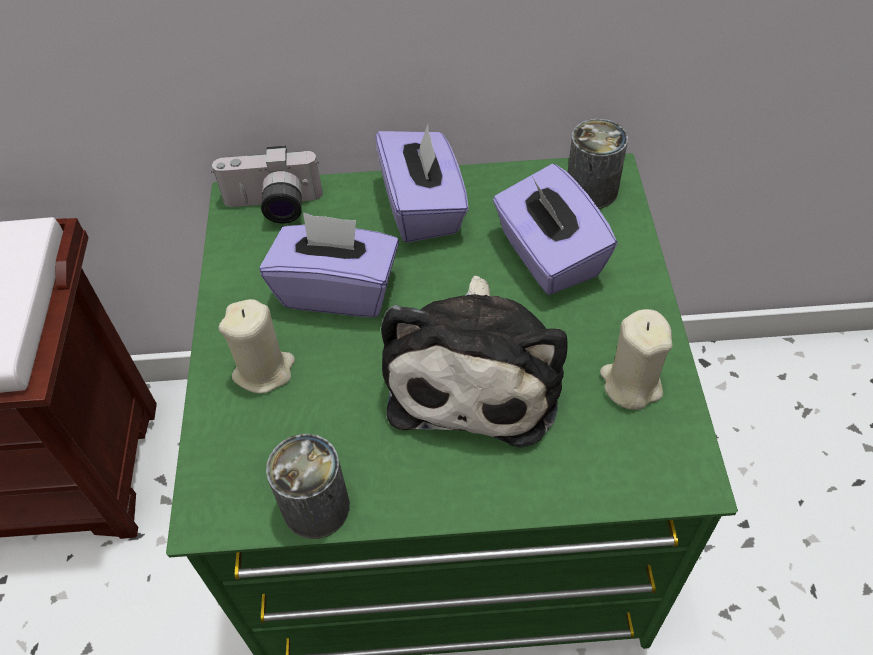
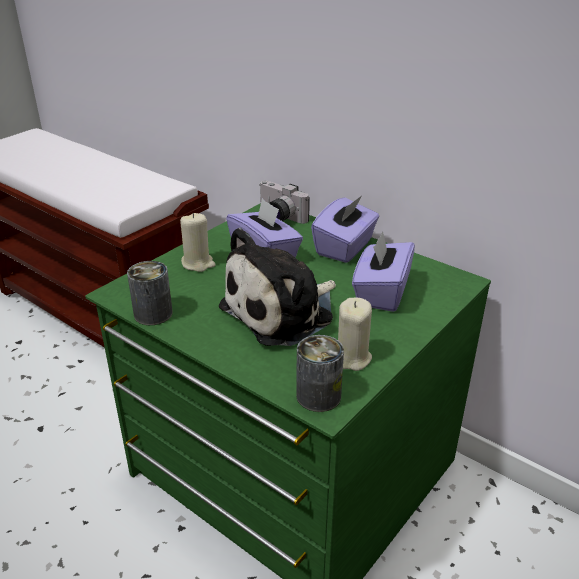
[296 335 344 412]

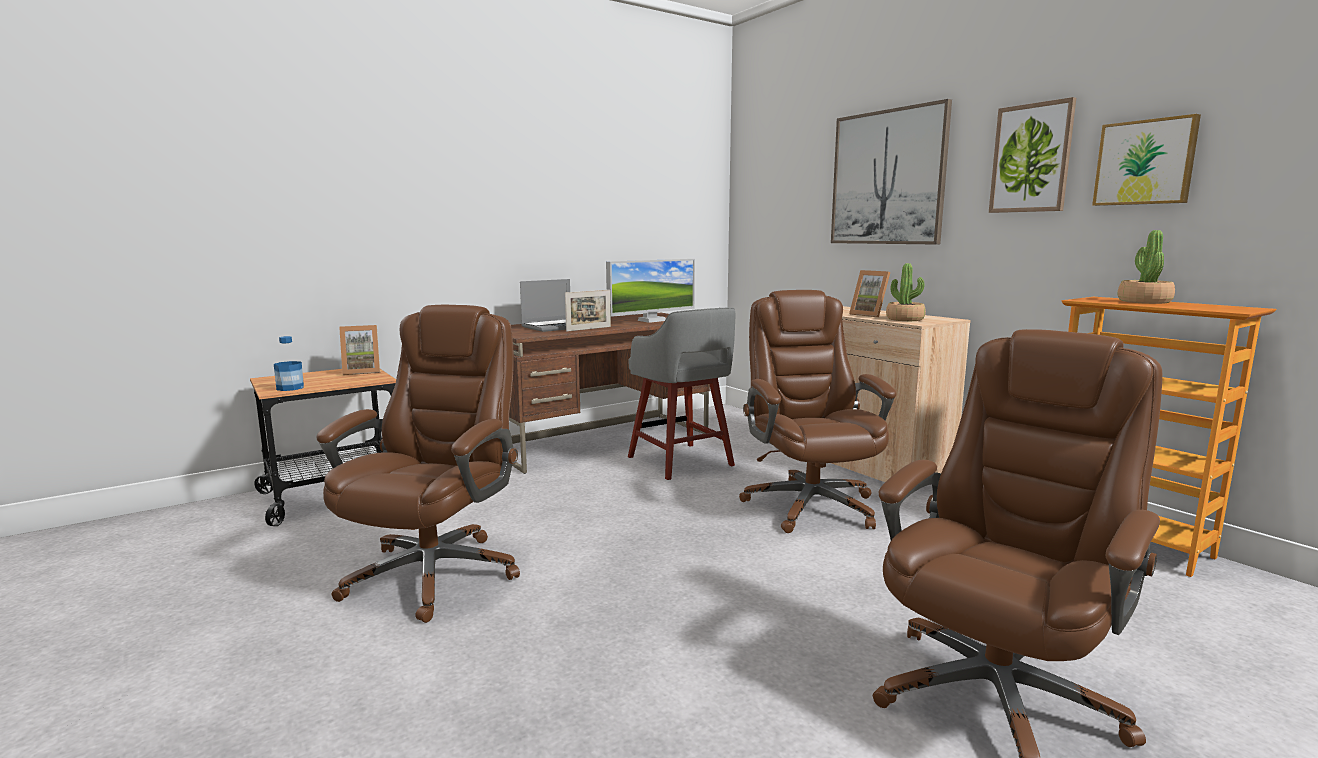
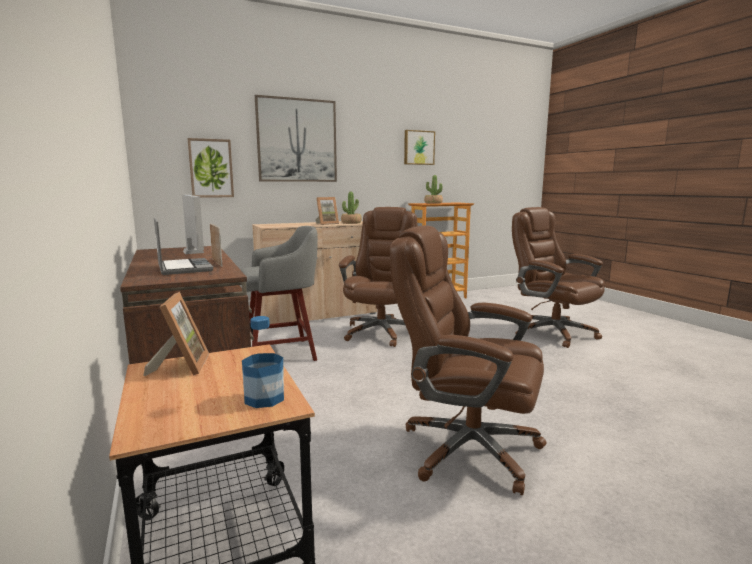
[188 138 234 198]
[339 207 417 347]

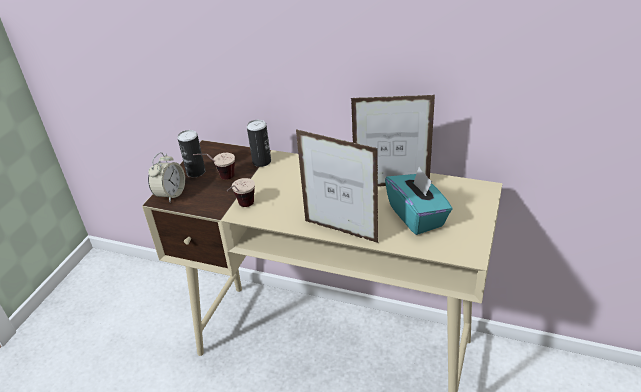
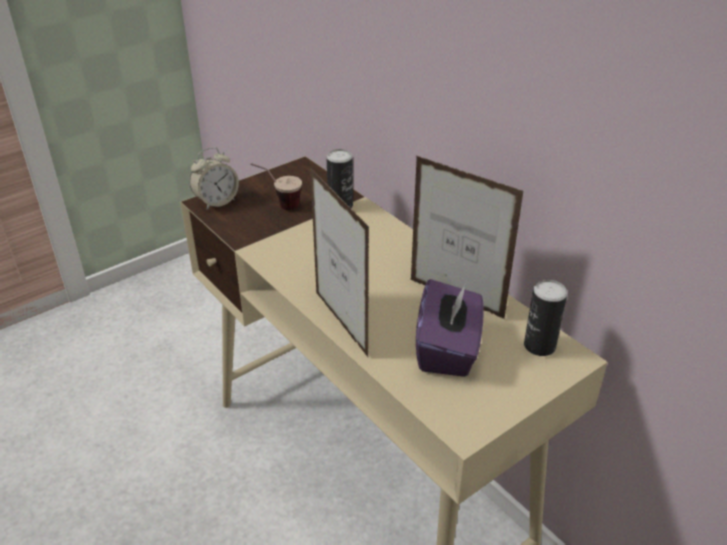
[524 280 567 356]
[416 279 484 377]
[227 178 255 207] (first image)

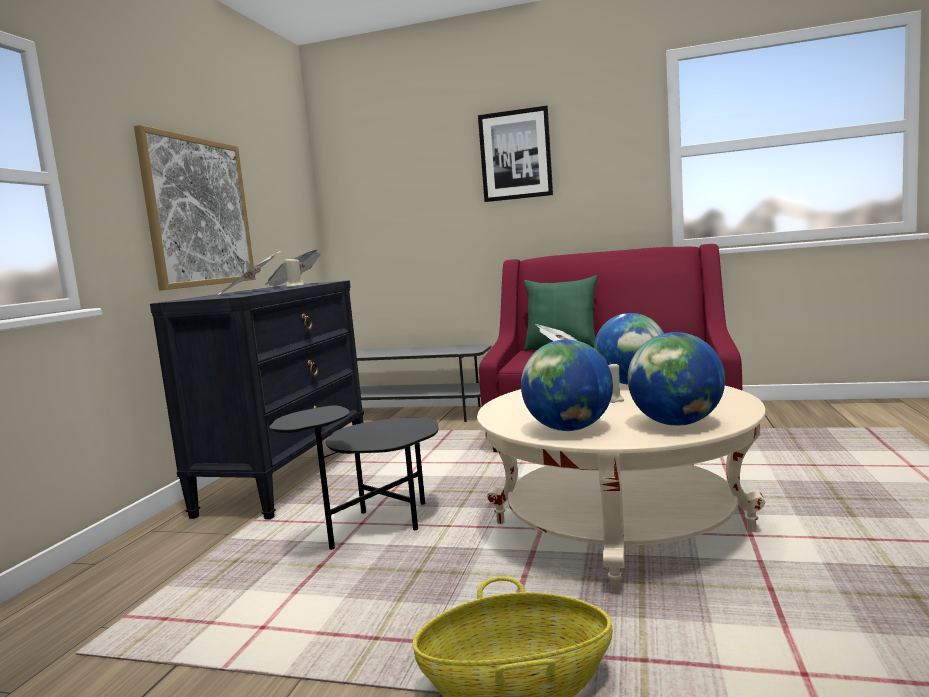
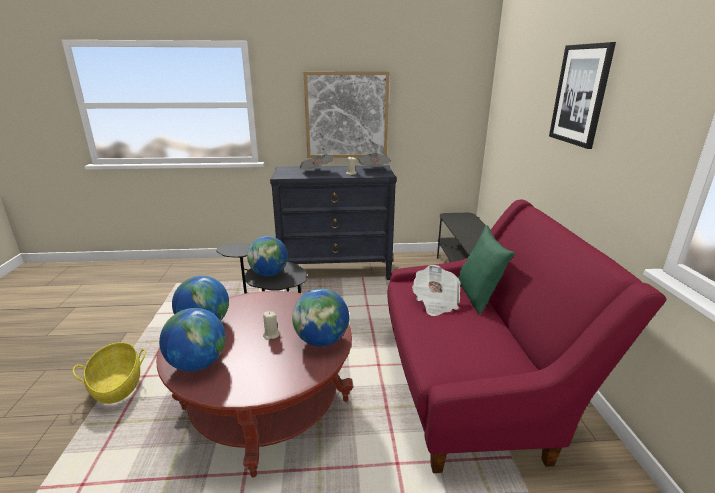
[156 291 353 477]
[247 236 288 276]

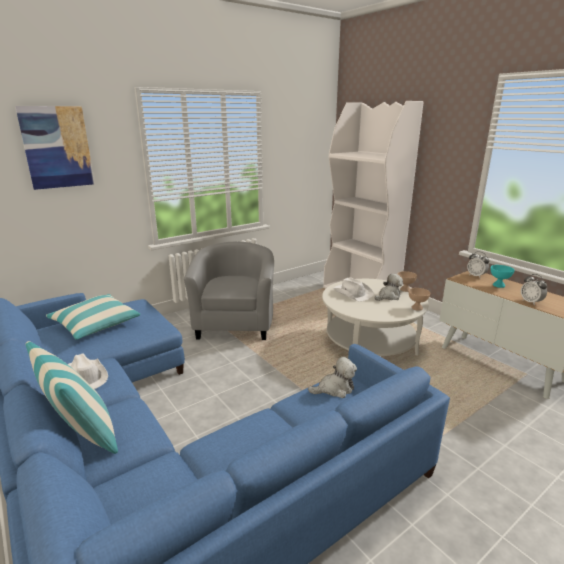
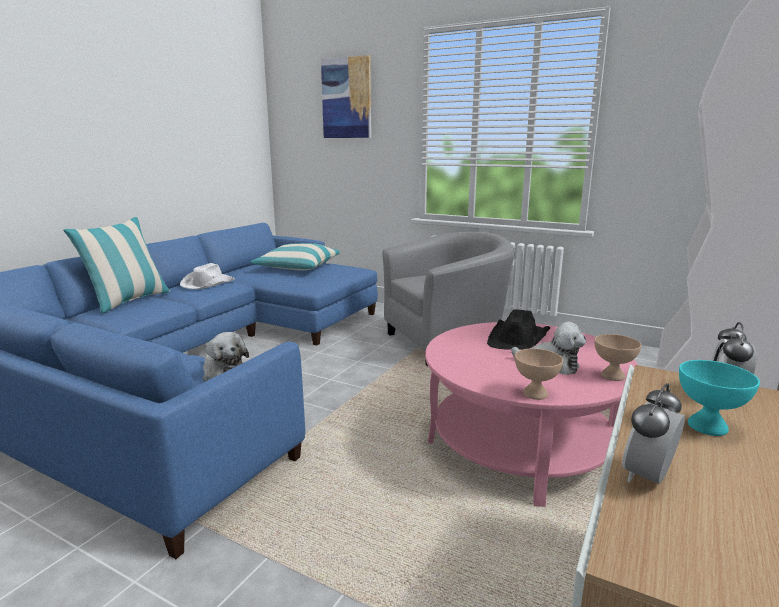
[487 309 550 350]
[425 322 638 507]

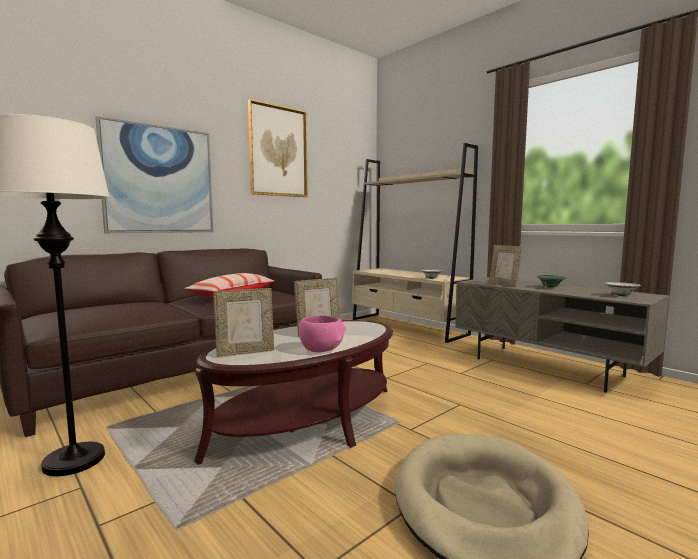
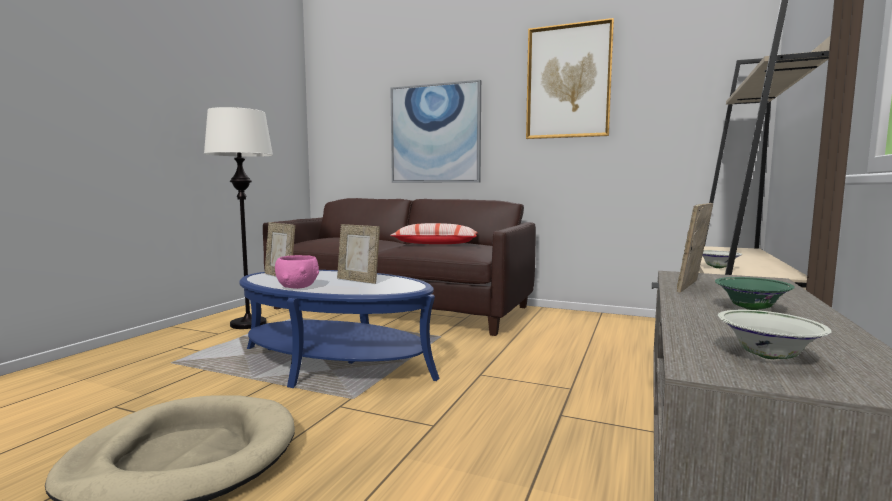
[239 270 439 388]

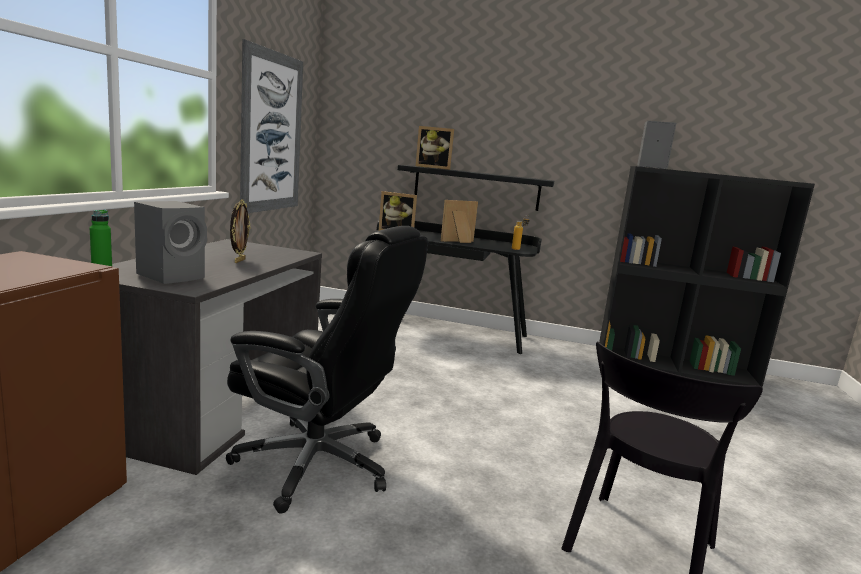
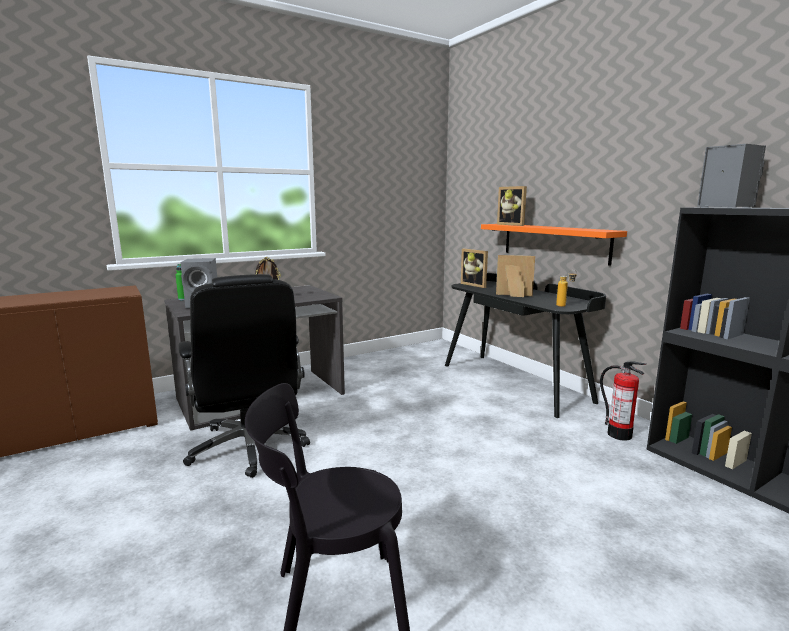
[240 39 303 213] (first image)
[481 224 627 266]
[600 361 646 441]

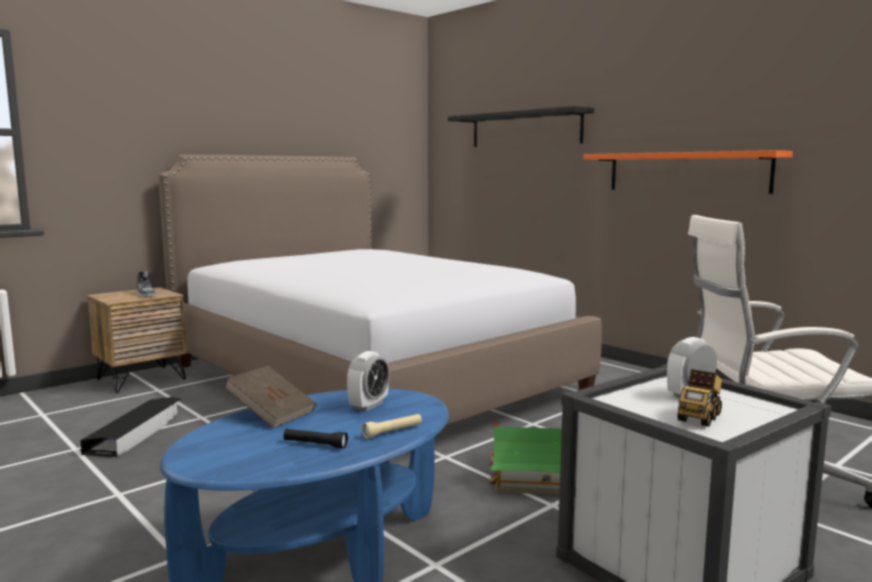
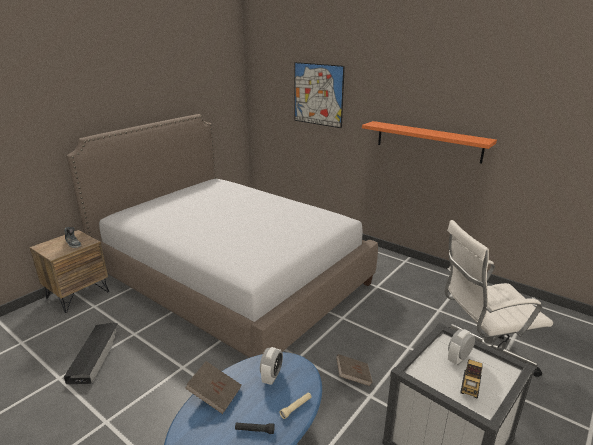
[294 62 345 128]
[336 354 373 386]

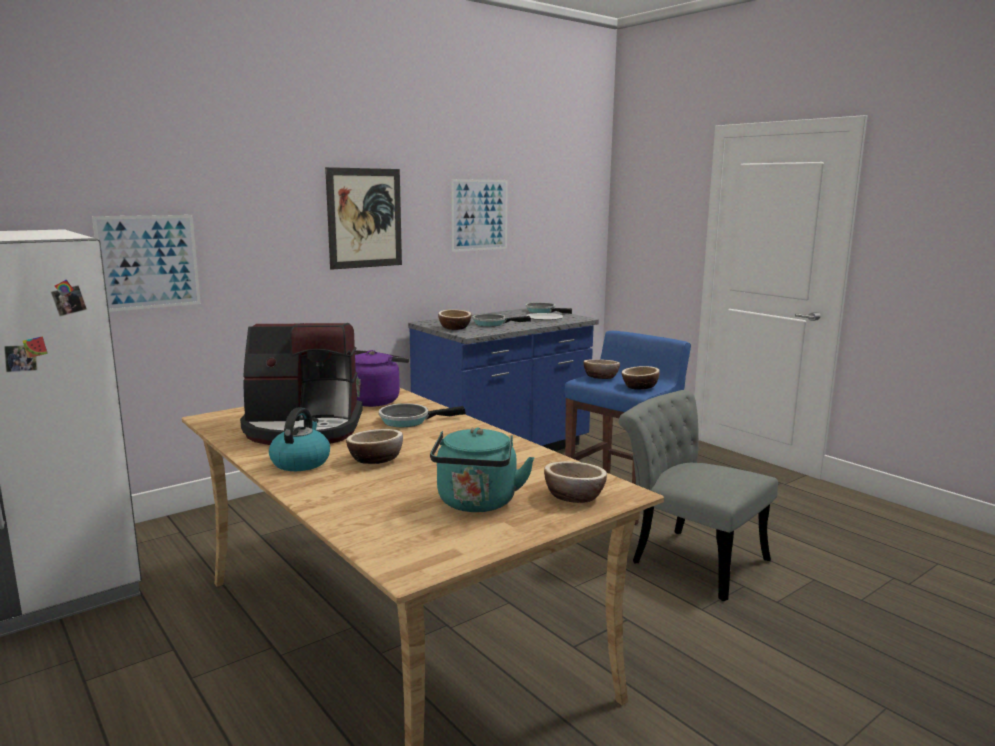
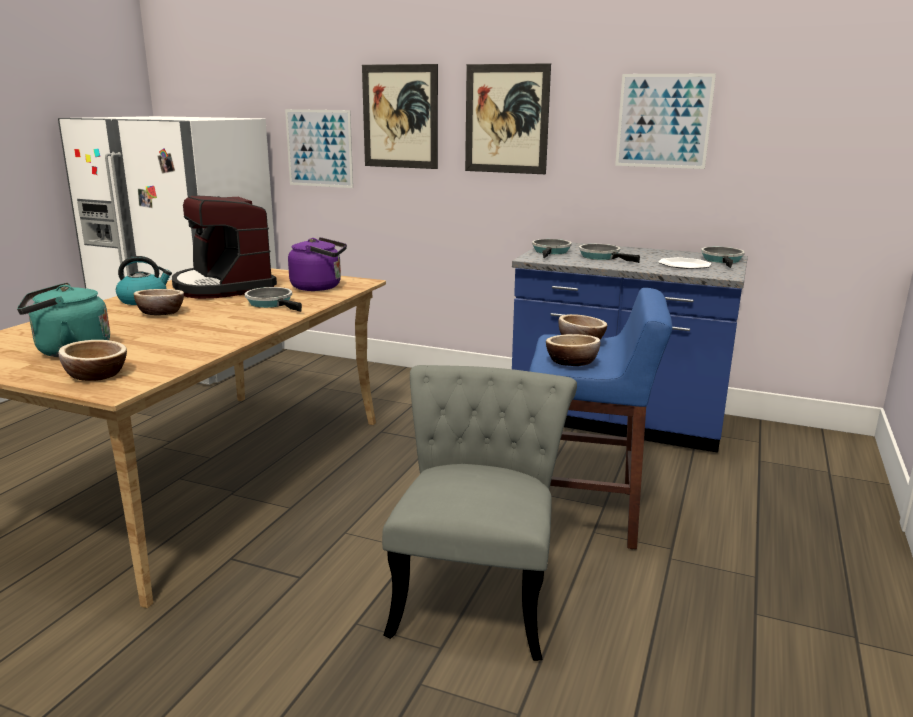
[532 239 572 258]
[362 64 438 169]

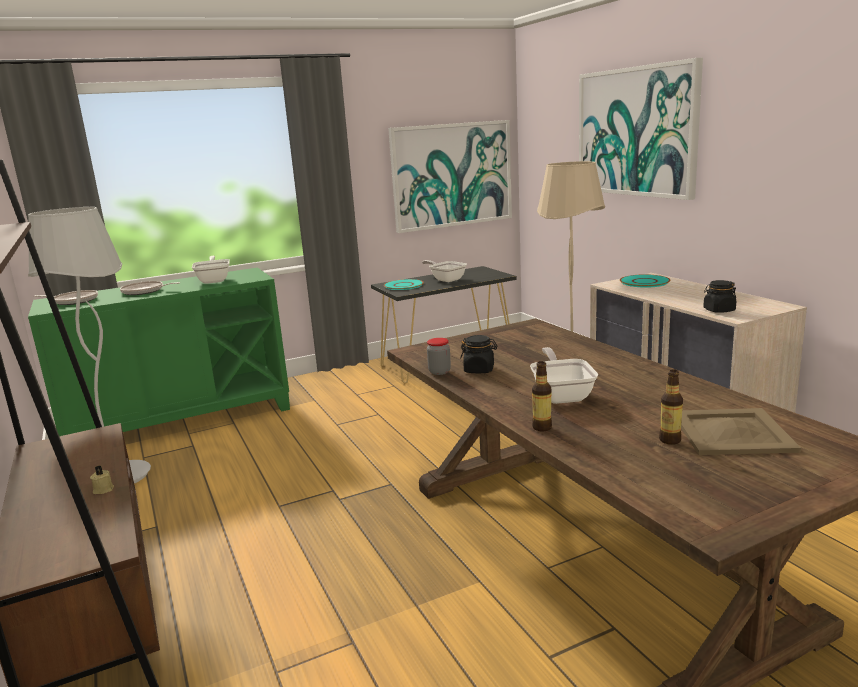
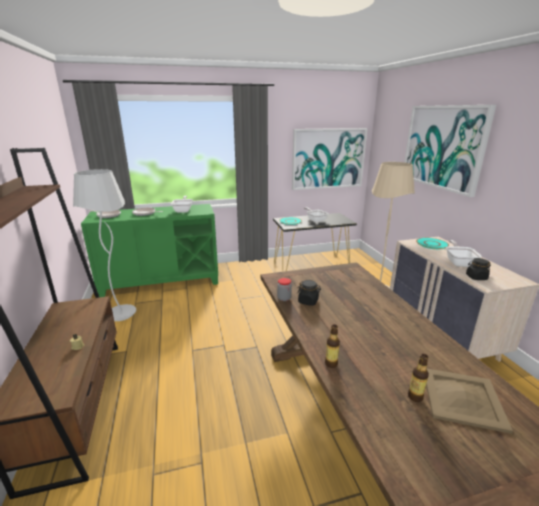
[446 240 482 267]

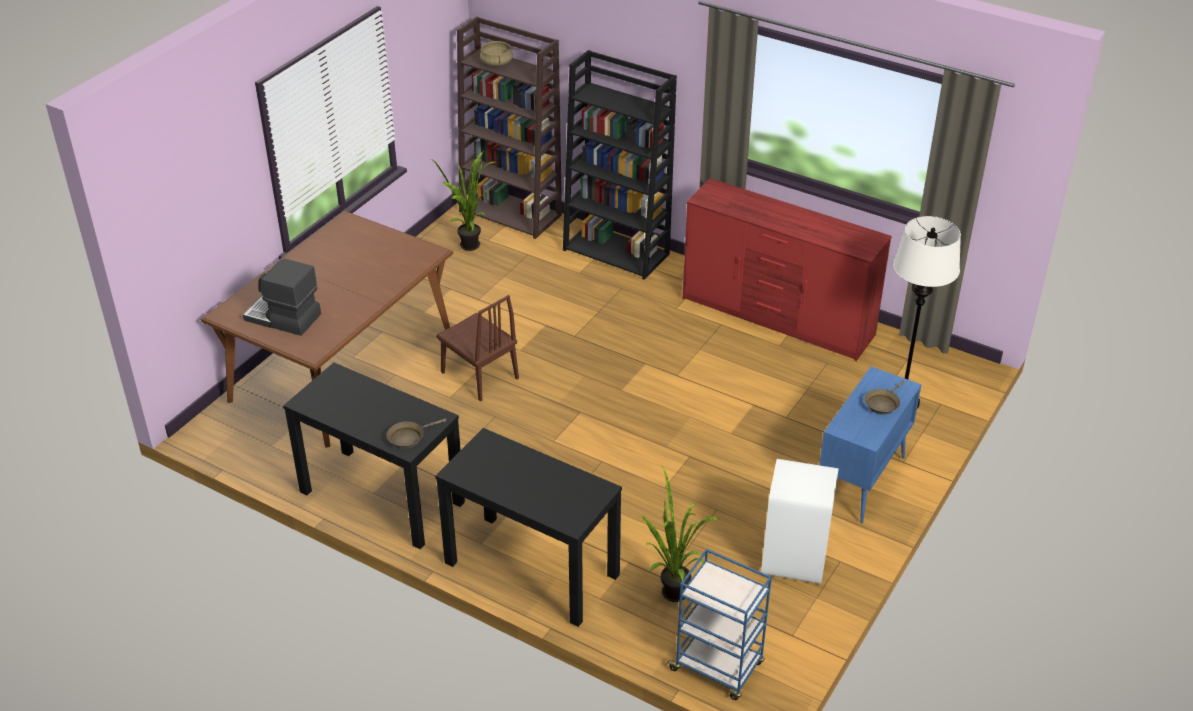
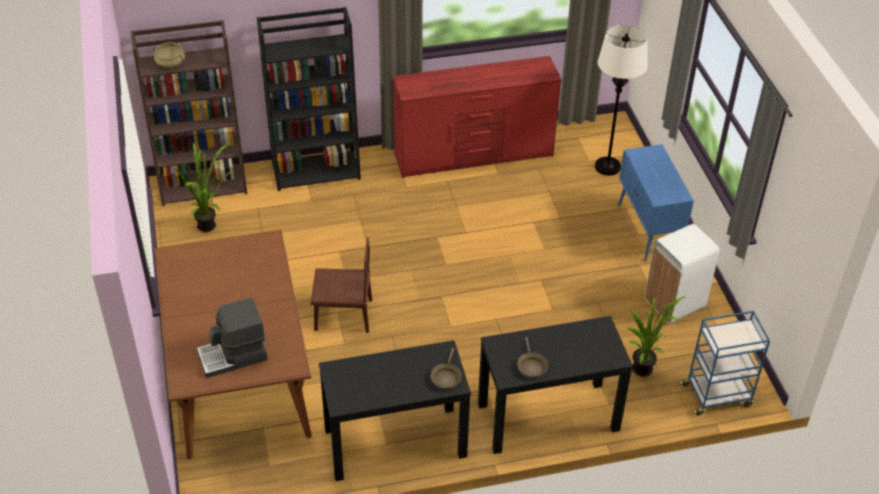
[517 337 548 378]

